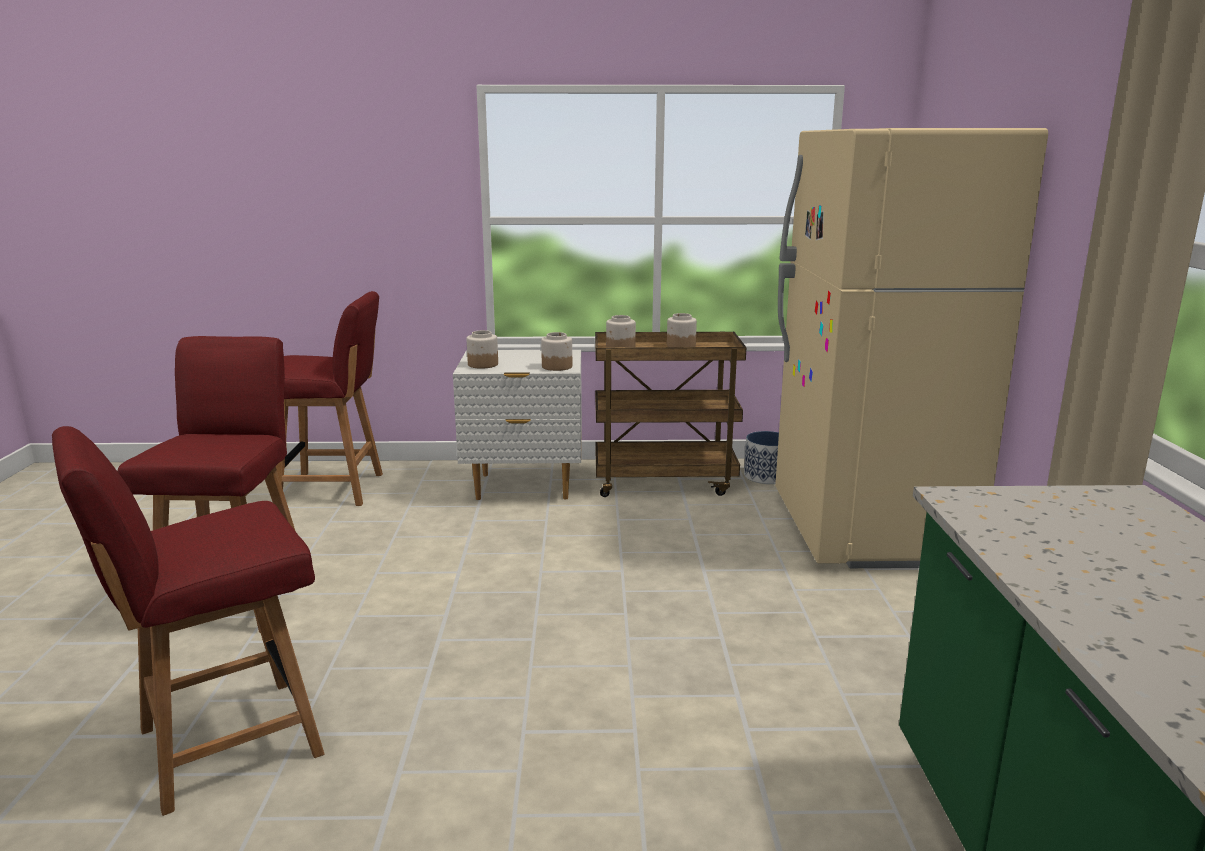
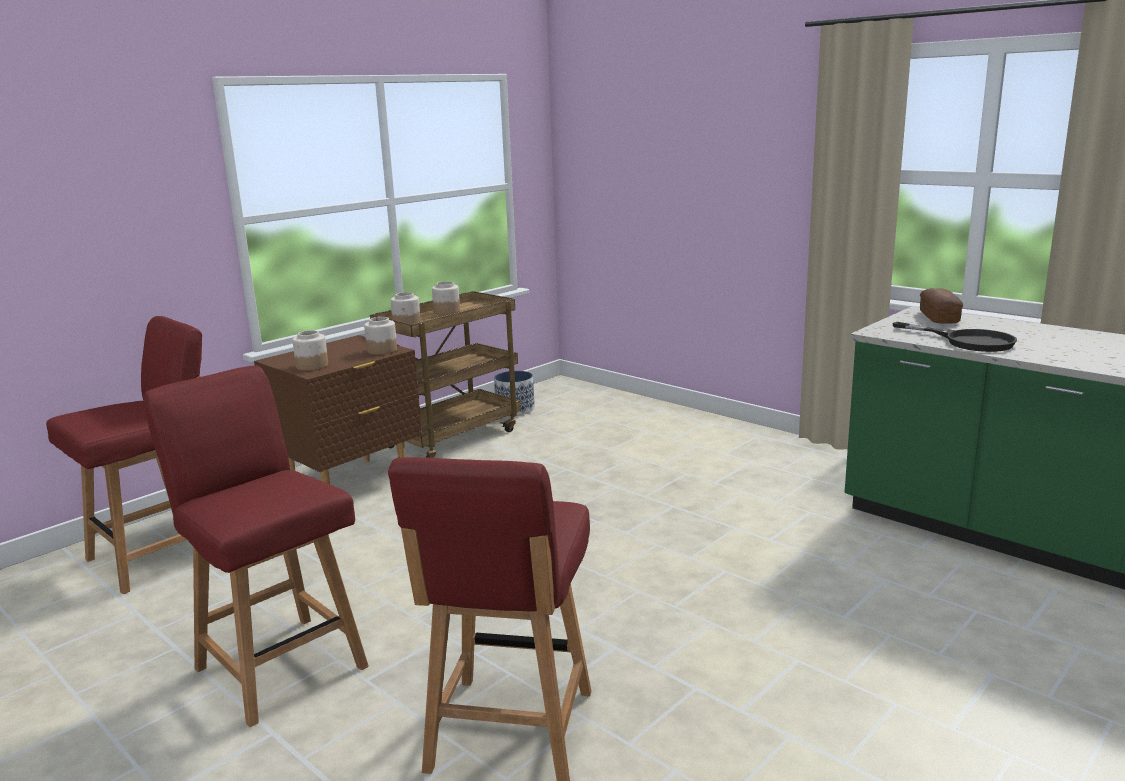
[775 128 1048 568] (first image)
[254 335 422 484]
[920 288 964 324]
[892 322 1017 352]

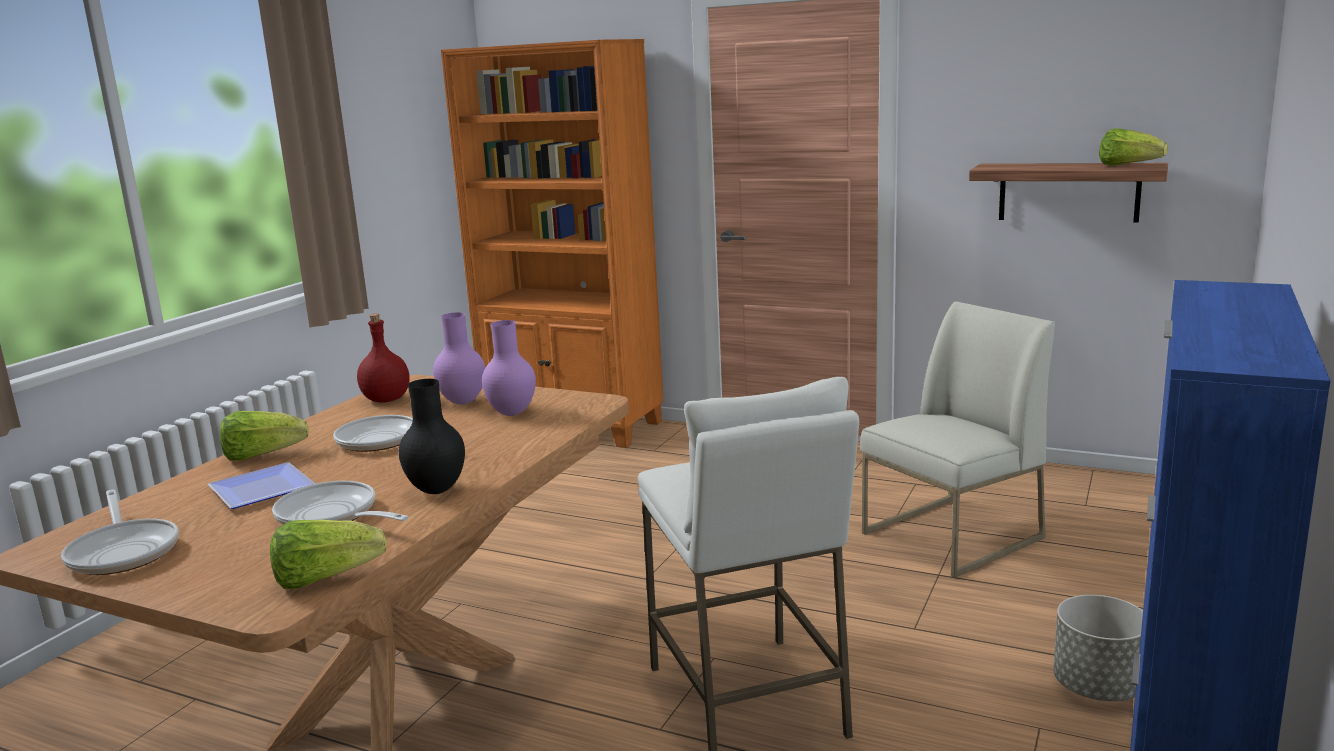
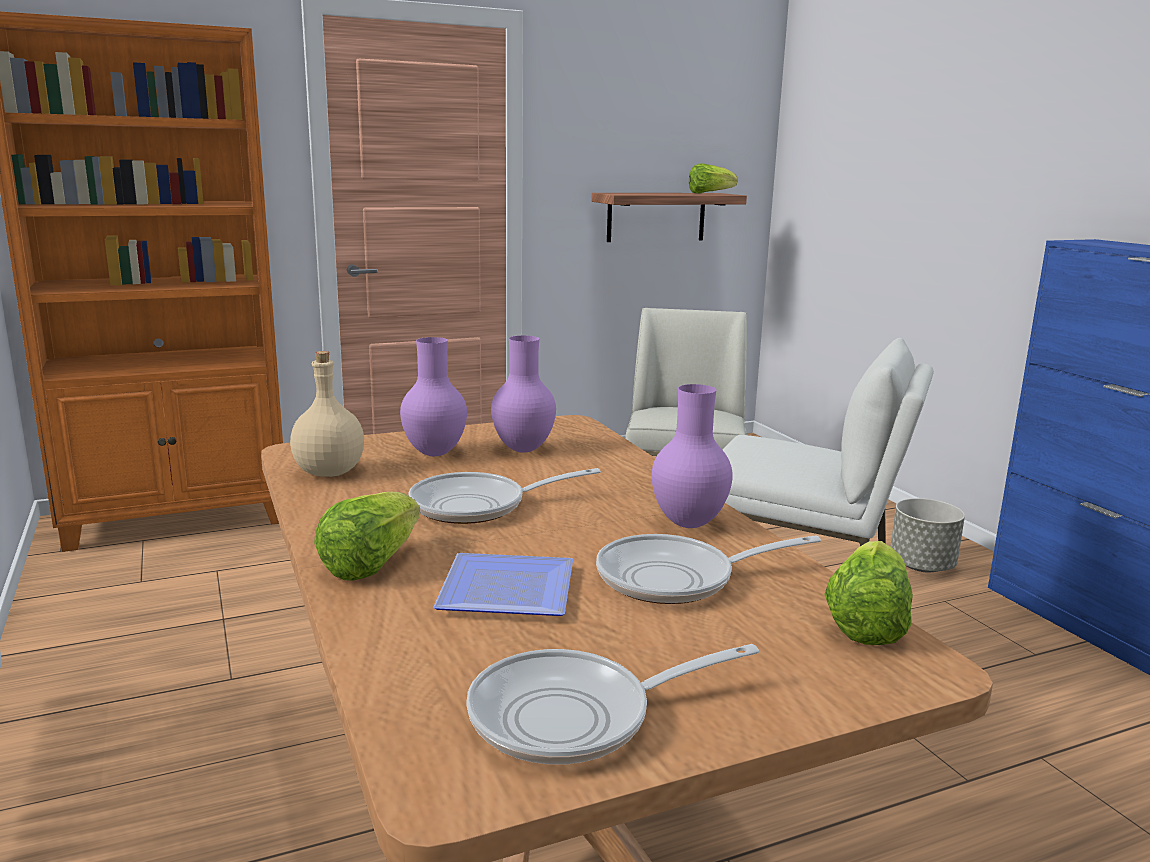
[290 351 364 477]
[652 384 733 528]
[466 644 759 765]

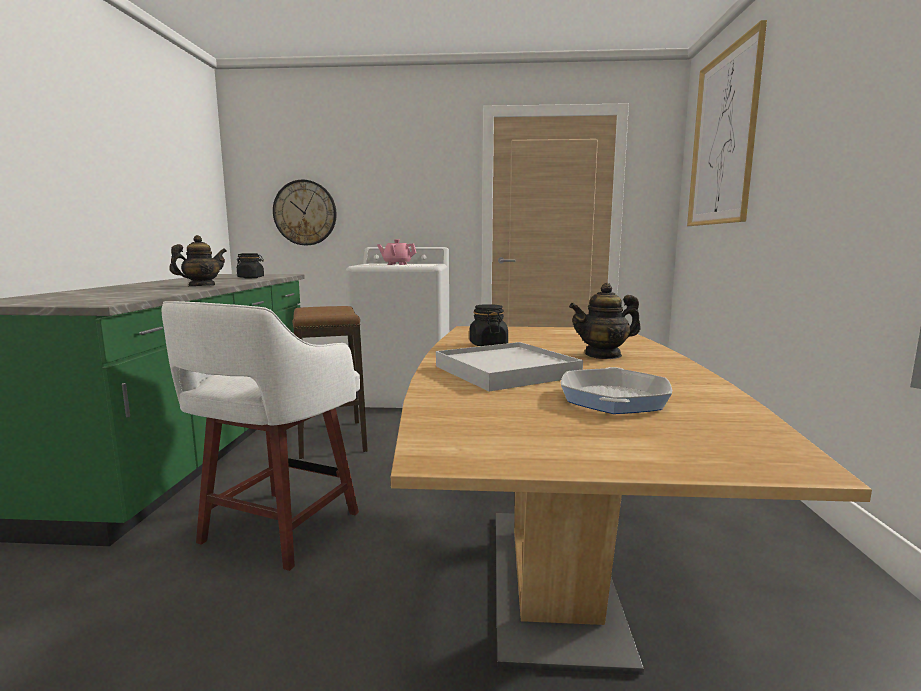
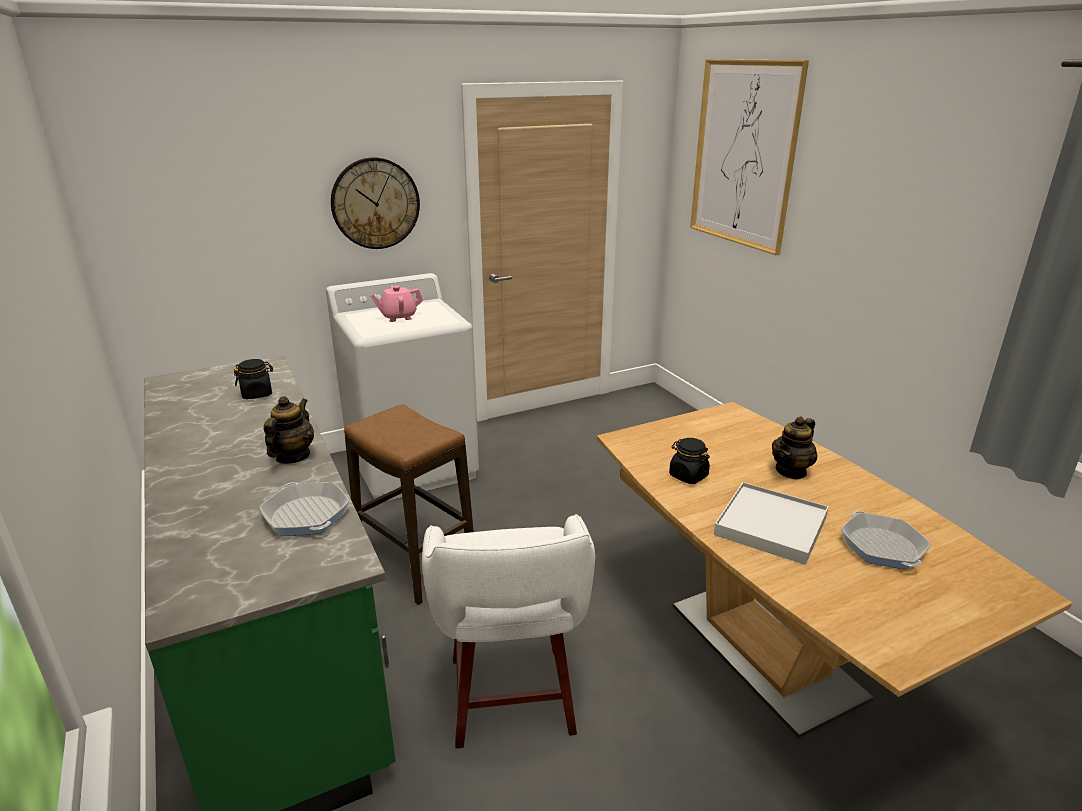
[331 157 420 249]
[259 482 350 536]

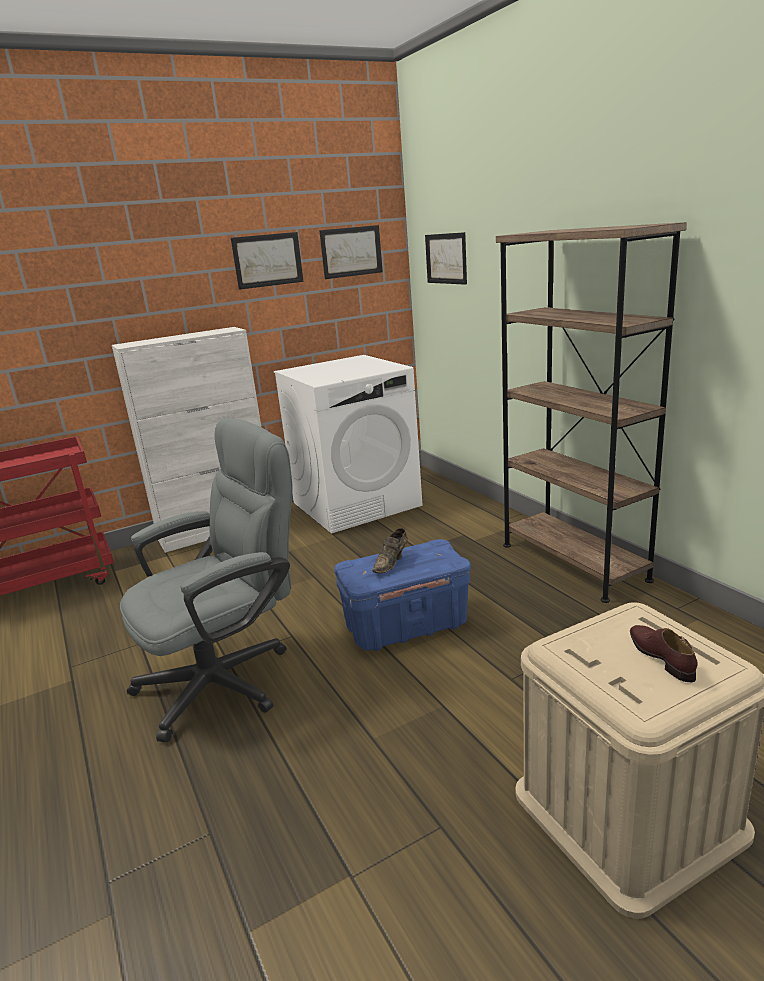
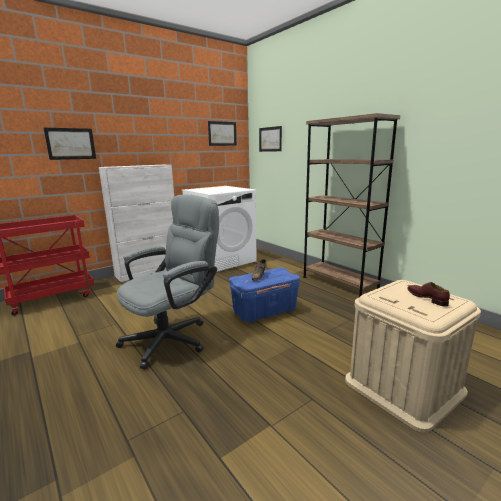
[44 128 96 160]

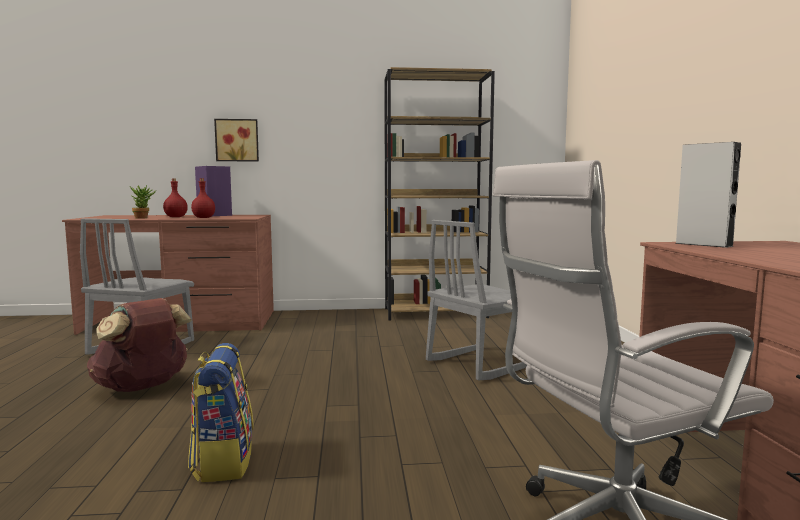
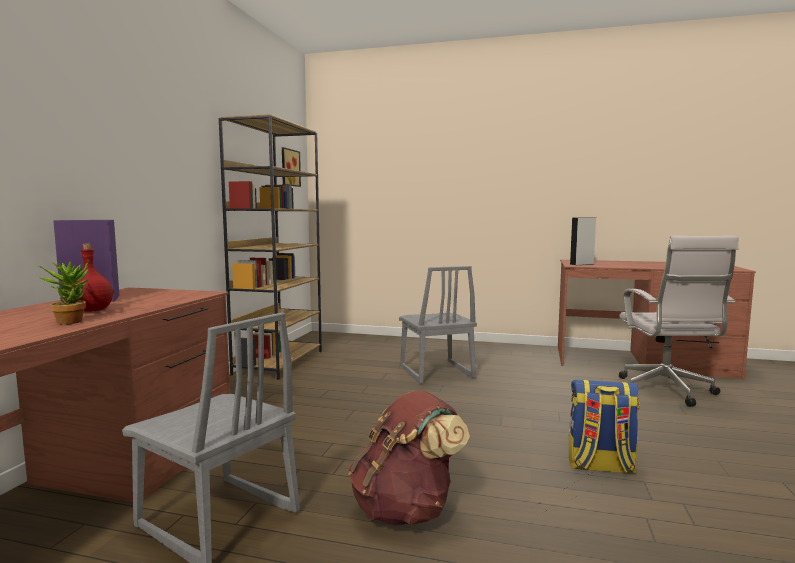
[282 147 301 187]
[191 178 215 218] (first image)

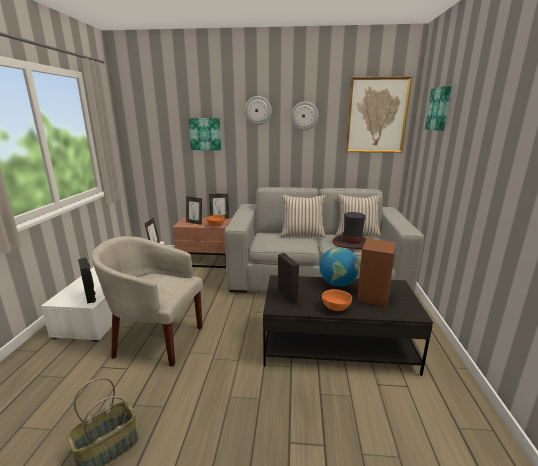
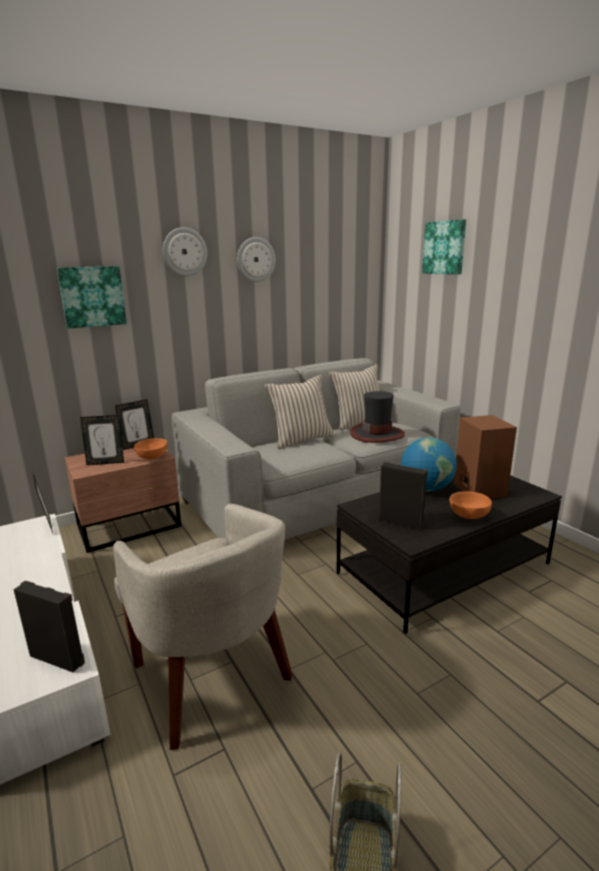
[346 76 412 153] (first image)
[113 504 292 750]

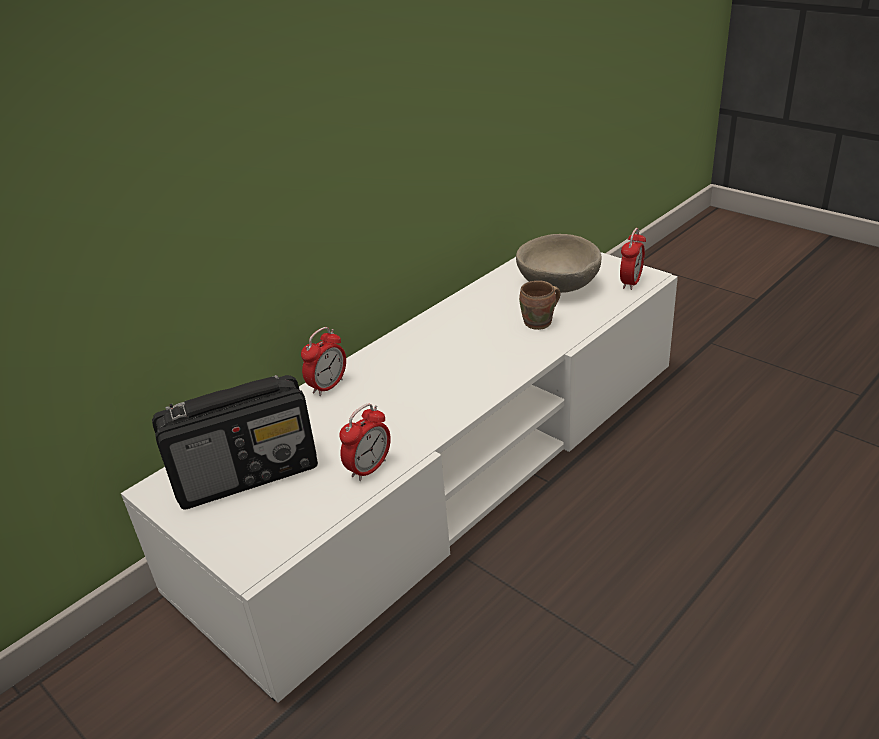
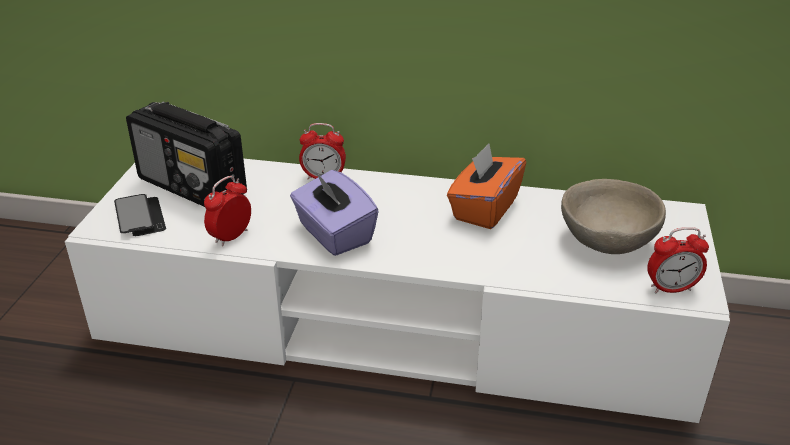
[519 281 561 330] (first image)
[204 176 251 246]
[447 143 526 229]
[290 170 379 256]
[114 194 166 236]

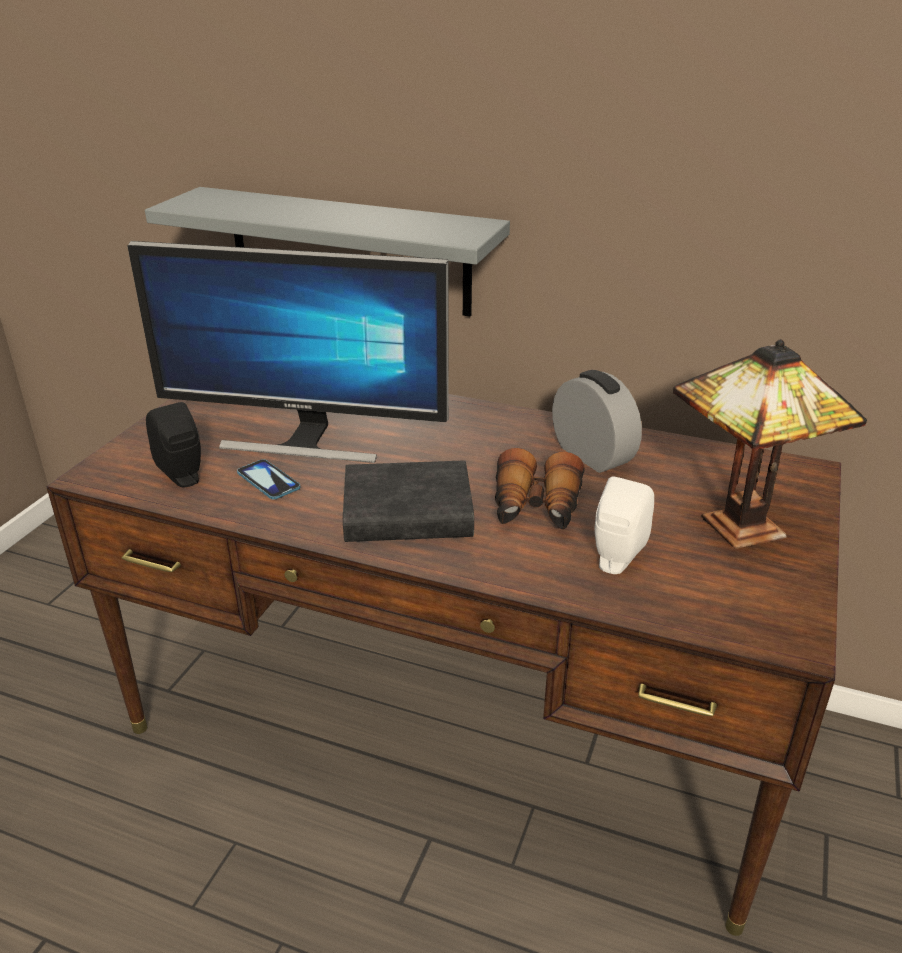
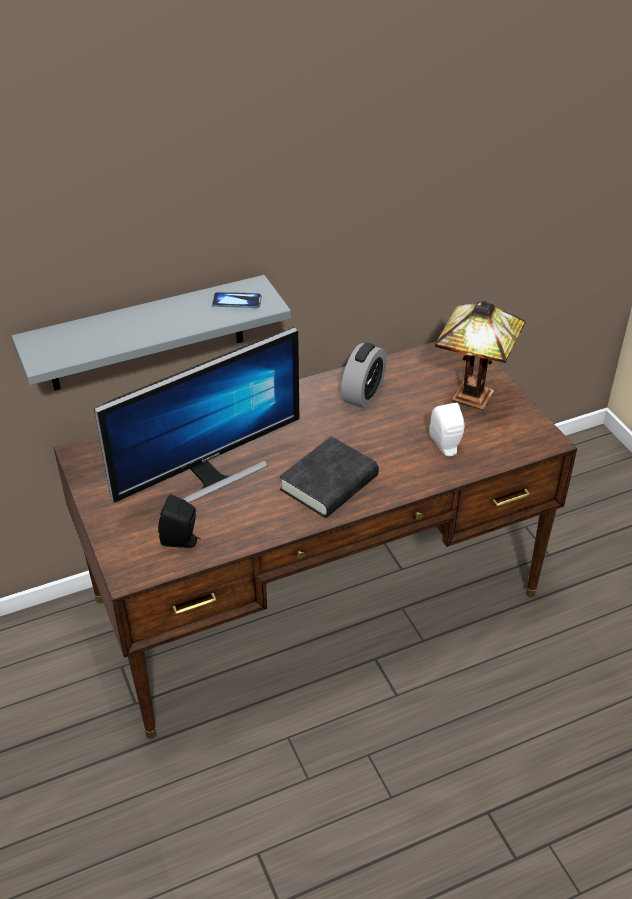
[341 343 387 408]
[495 448 585 530] (first image)
[212 292 262 308]

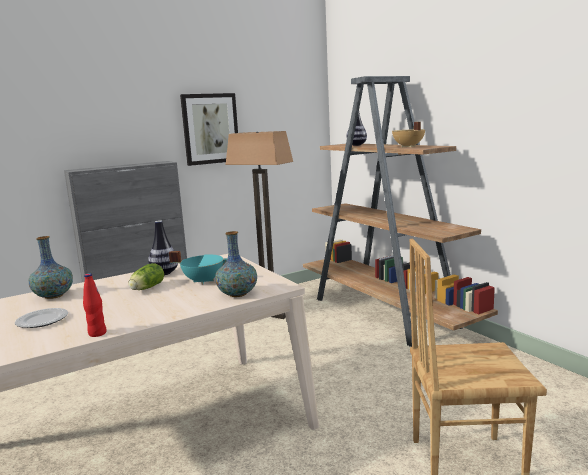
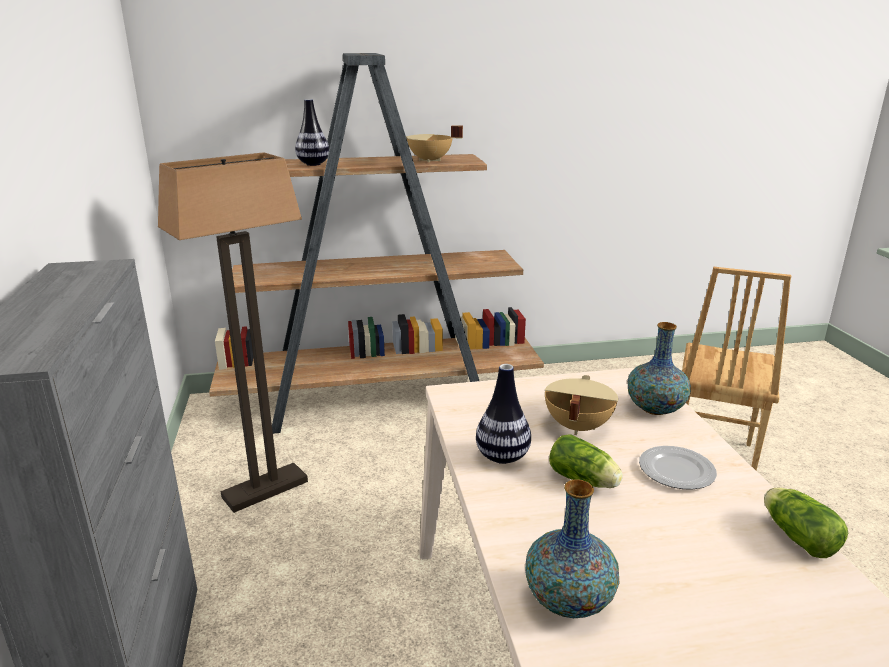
[180 93 238 166] (first image)
[545 375 618 435]
[764 488 848 558]
[639 446 717 490]

